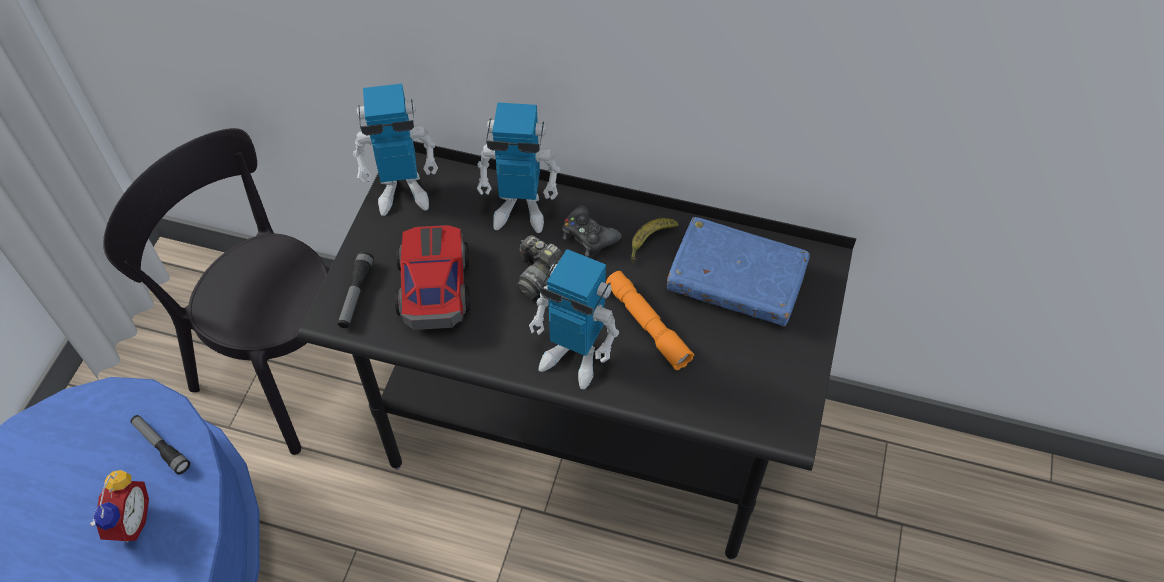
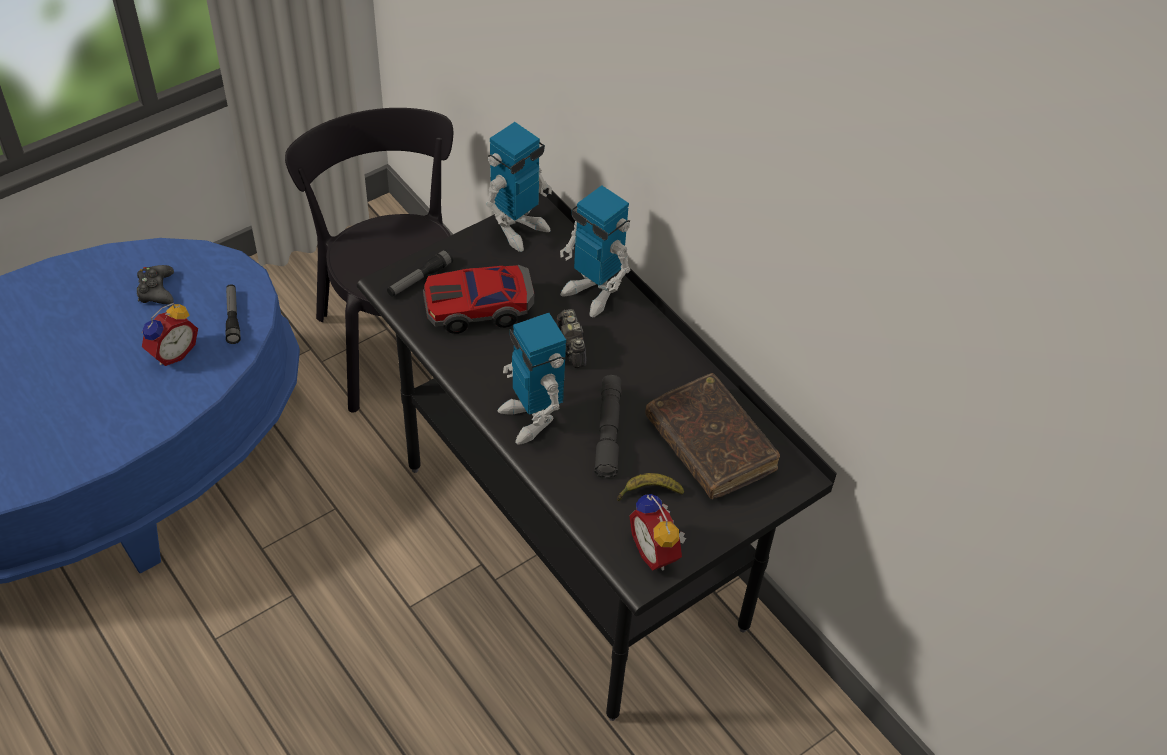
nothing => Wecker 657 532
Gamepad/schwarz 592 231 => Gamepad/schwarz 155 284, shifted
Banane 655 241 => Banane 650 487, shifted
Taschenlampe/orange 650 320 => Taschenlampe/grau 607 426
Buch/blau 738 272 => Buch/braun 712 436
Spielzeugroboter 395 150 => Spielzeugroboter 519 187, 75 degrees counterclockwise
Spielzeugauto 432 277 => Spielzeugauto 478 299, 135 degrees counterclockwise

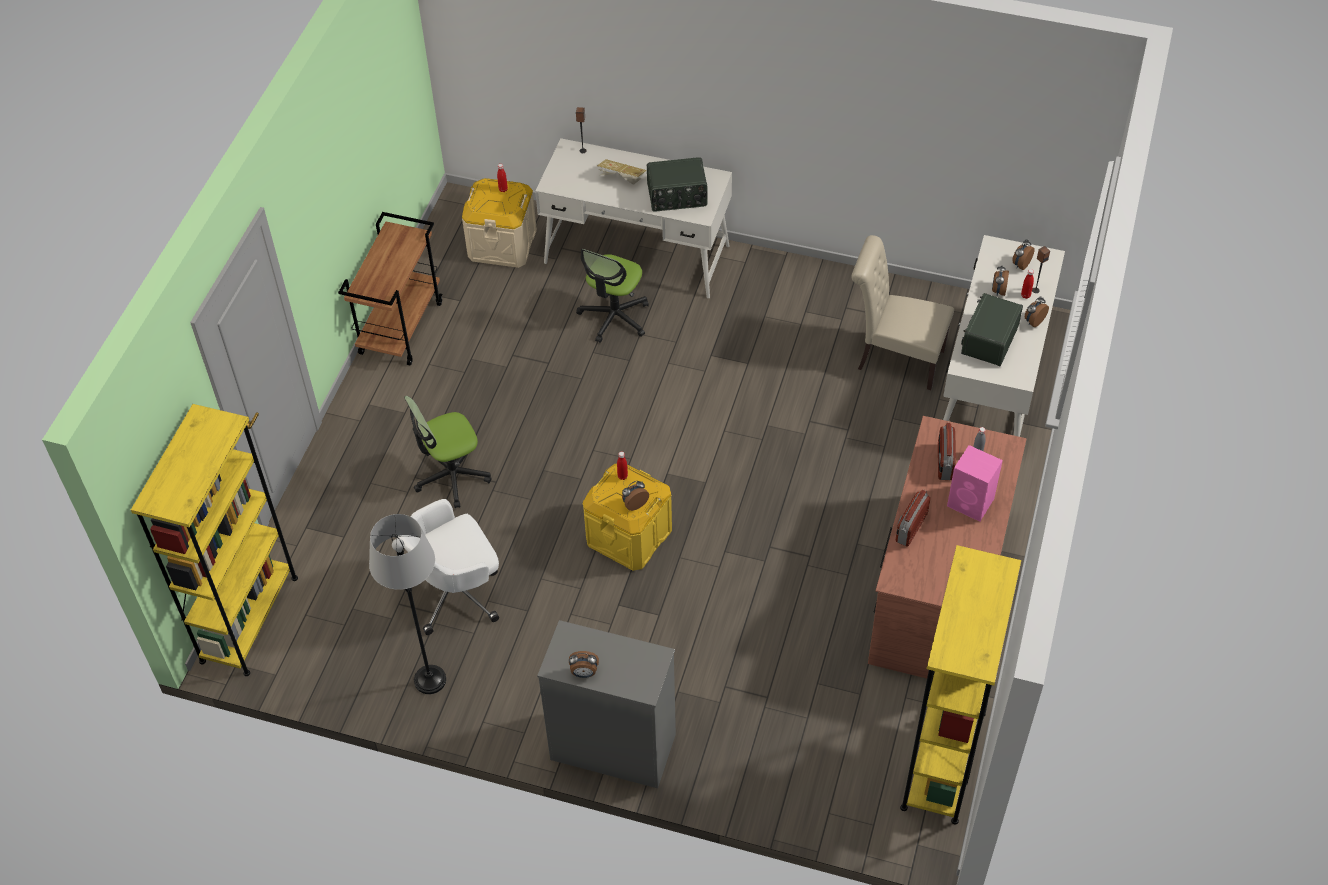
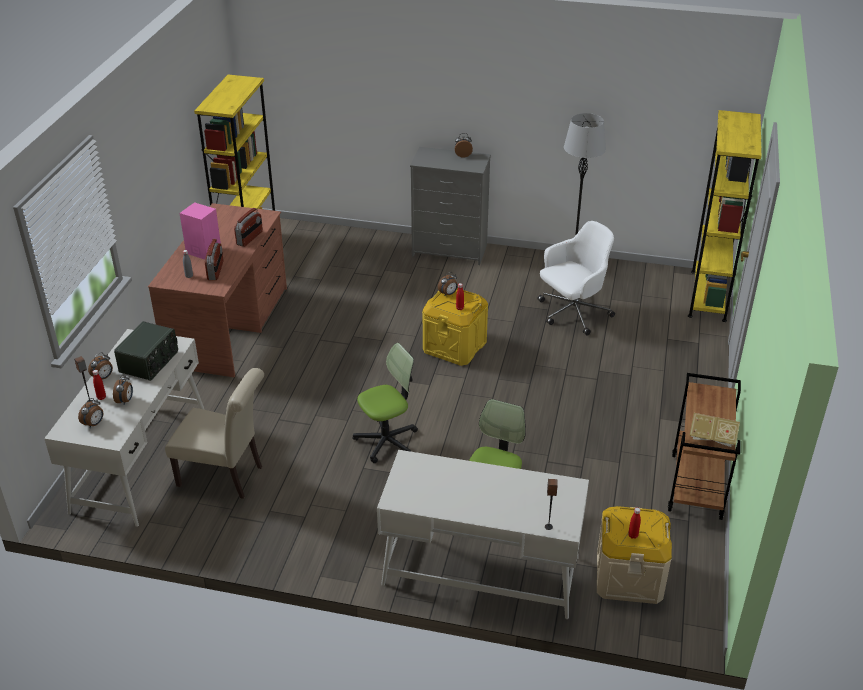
Radio 677 184 => nothing
Bürostuhl 447 452 => Bürostuhl 385 403, shifted
Buch 622 172 => Buch 714 430, shifted

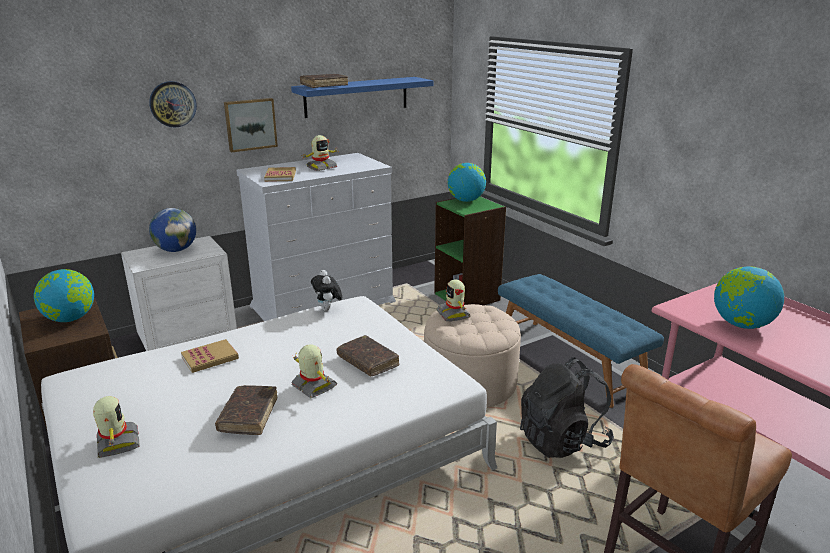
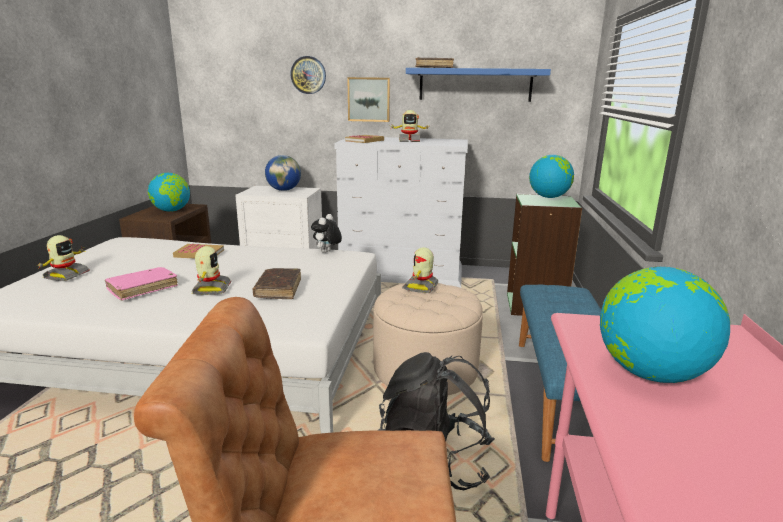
Buch/braun 246 410 => Buch/rosa 141 283

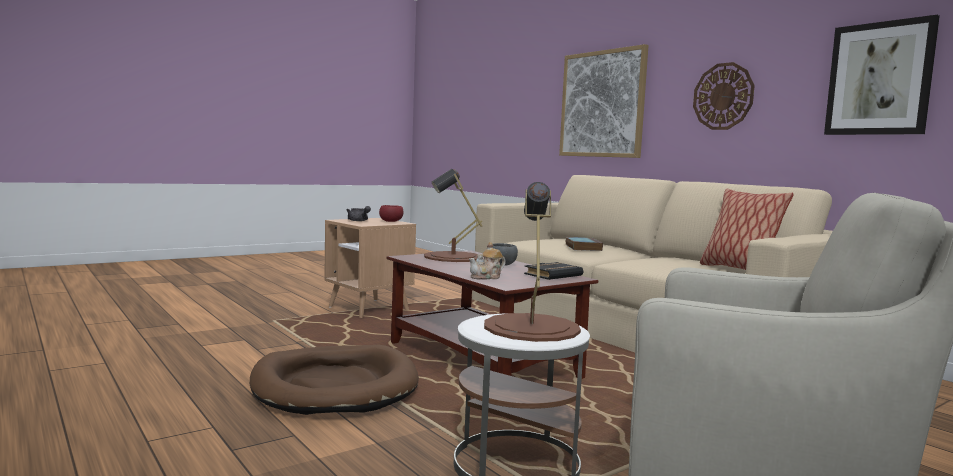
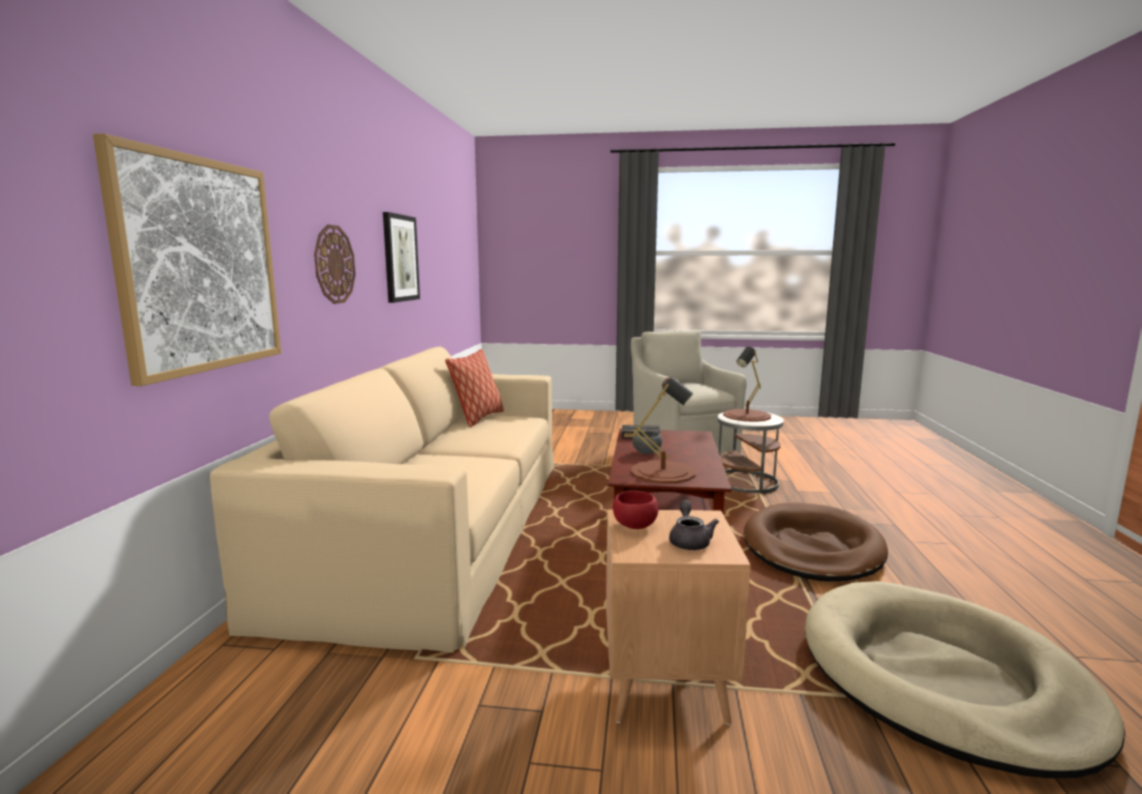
Teekanne 487 261 => nothing
Buch 584 244 => nothing
nothing => Hundebett/beige 965 679

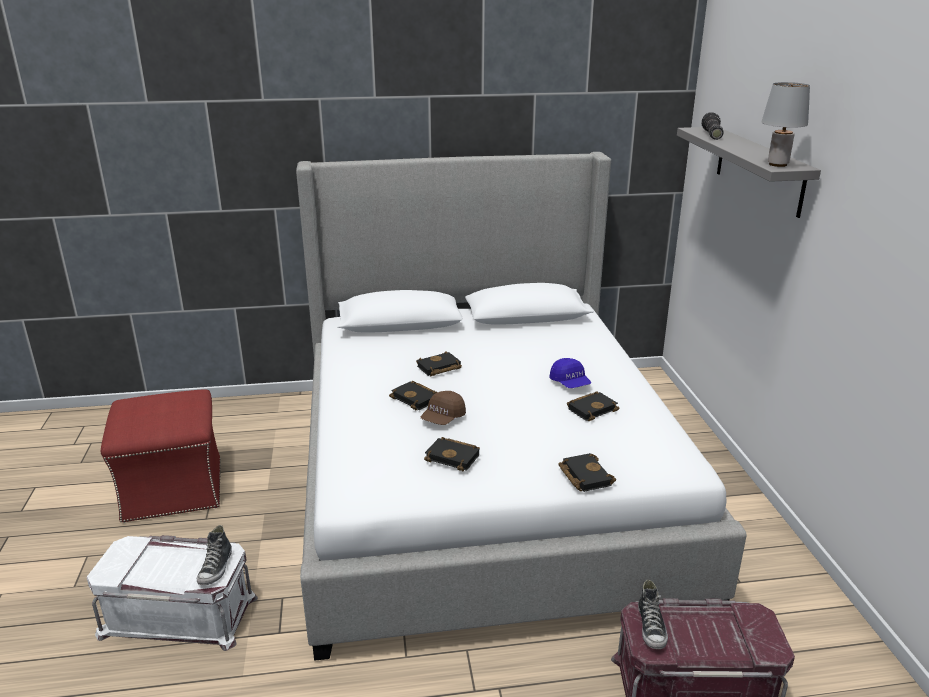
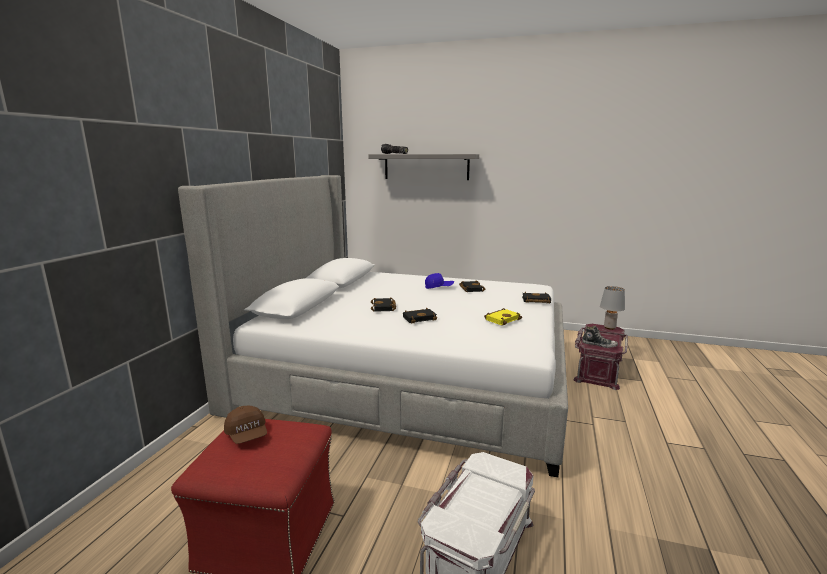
Schuh 214 555 => nothing
Kappe/braun 443 408 => Kappe/braun 245 424, shifted
Tischlampe/grau 785 124 => Tischlampe/grau 612 308, shifted
Buch/schwarz 452 454 => Buch/gelb 503 317

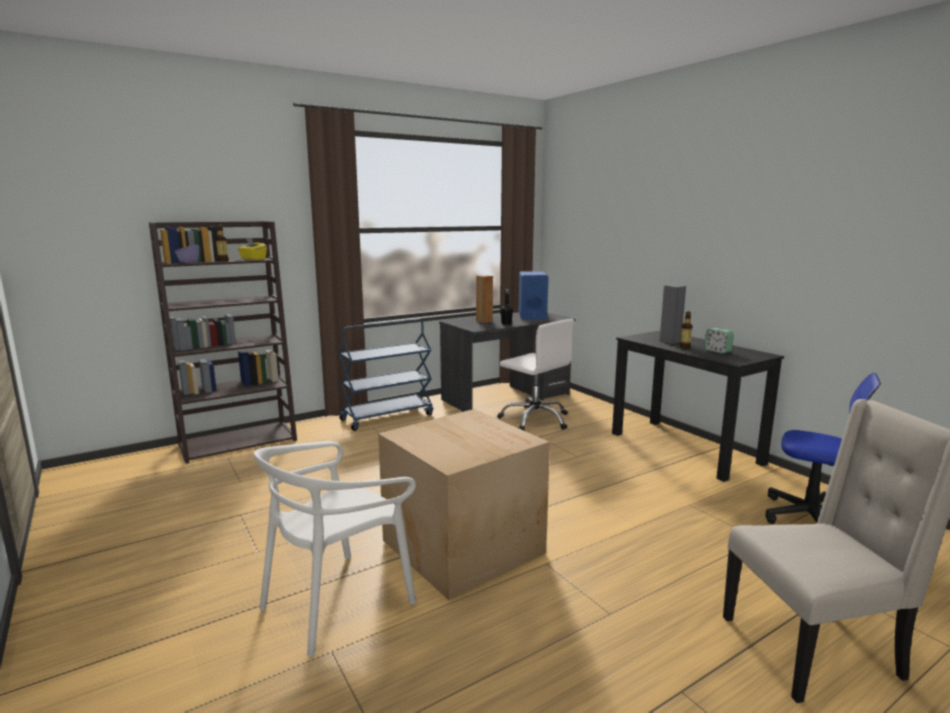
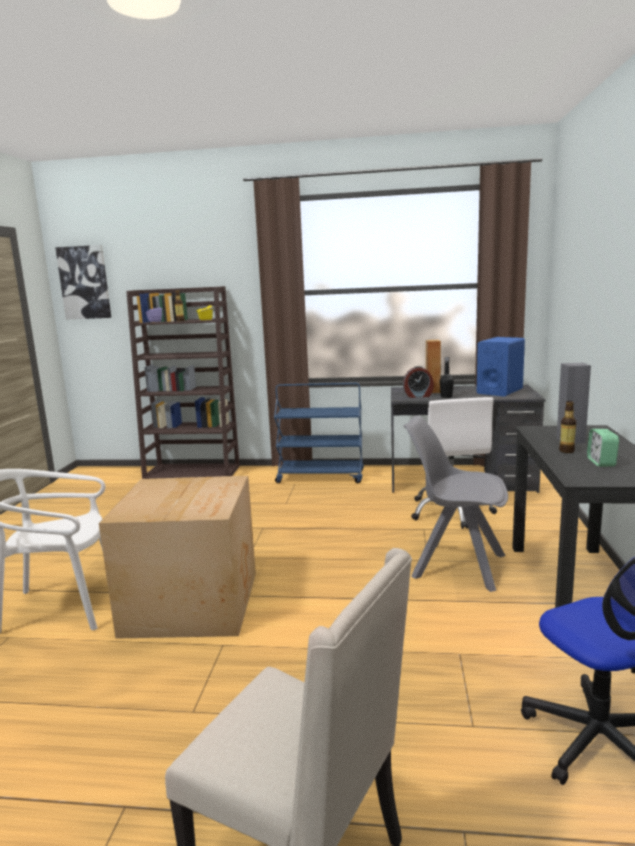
nothing => Bild 83 282
nothing => Wecker 418 382
nothing => Stuhl/grau 456 503

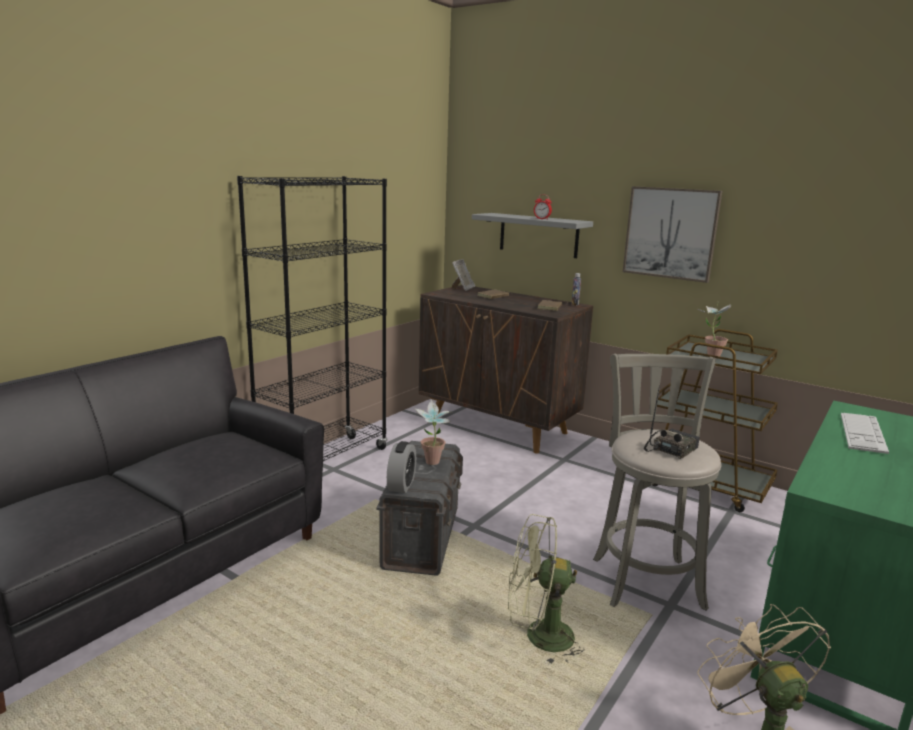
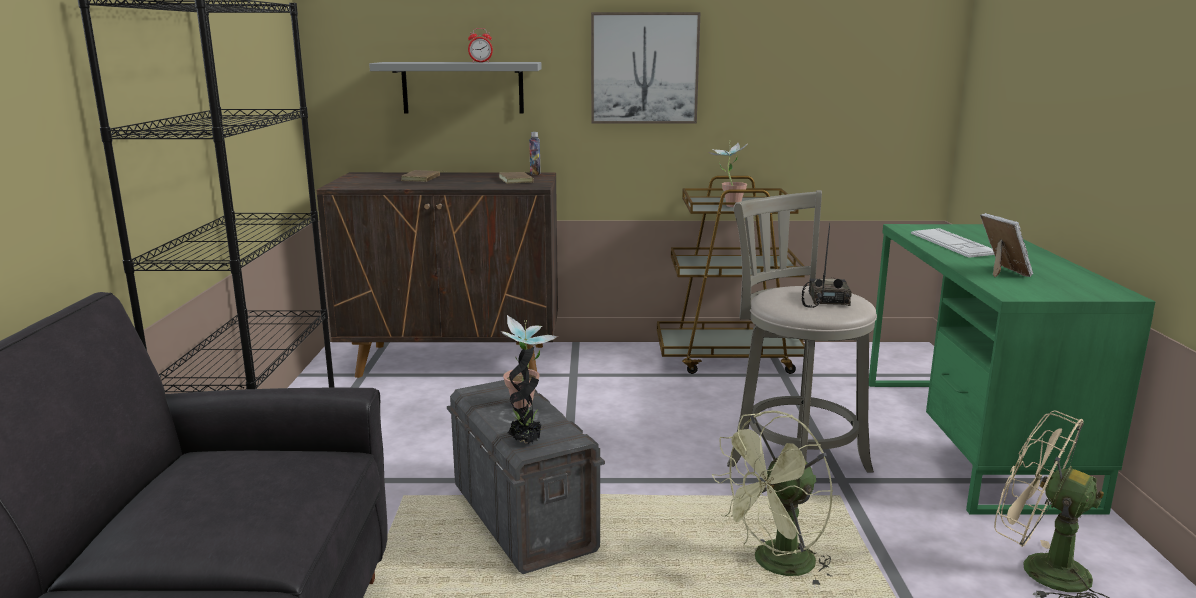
Bilderrahmen 463 275 => Bilderrahmen 1006 245, shifted
Wecker 401 467 => Topfpflanze 526 395

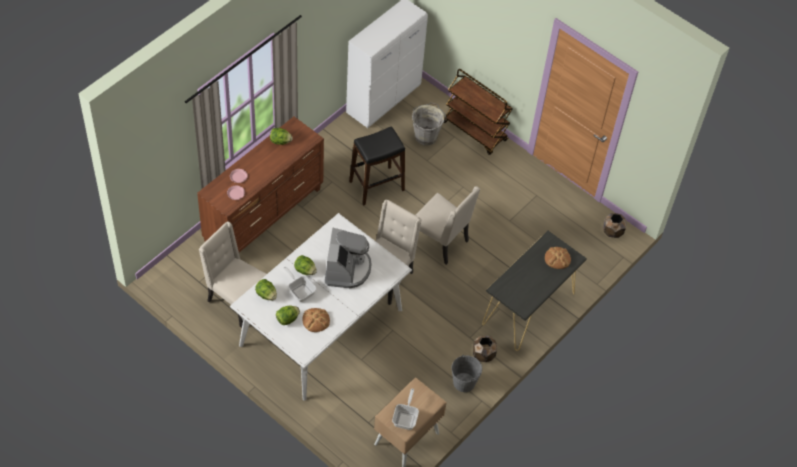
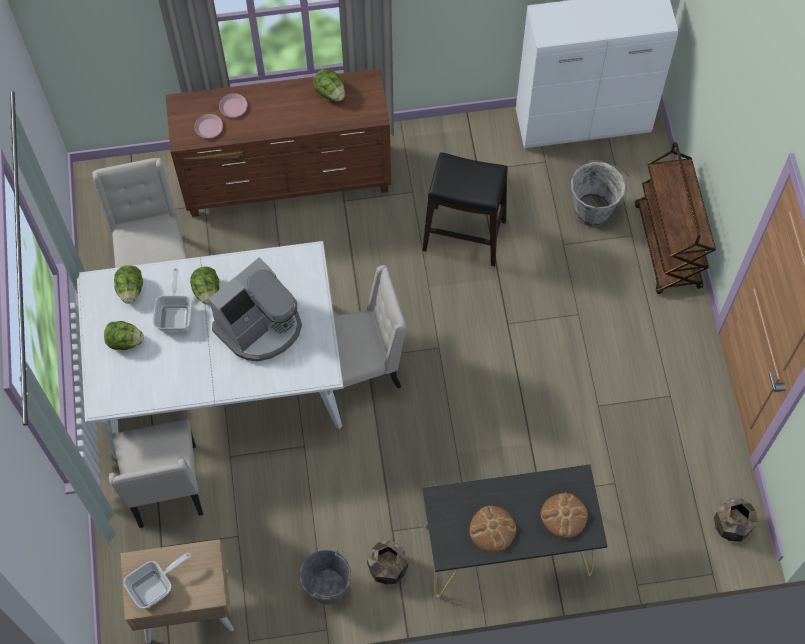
Brot 316 320 => Brot 492 528, shifted
Stuhl/beige 448 225 => Stuhl/beige 156 473, shifted

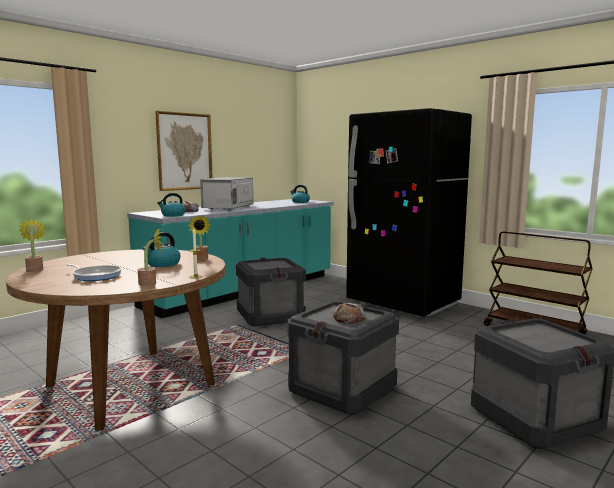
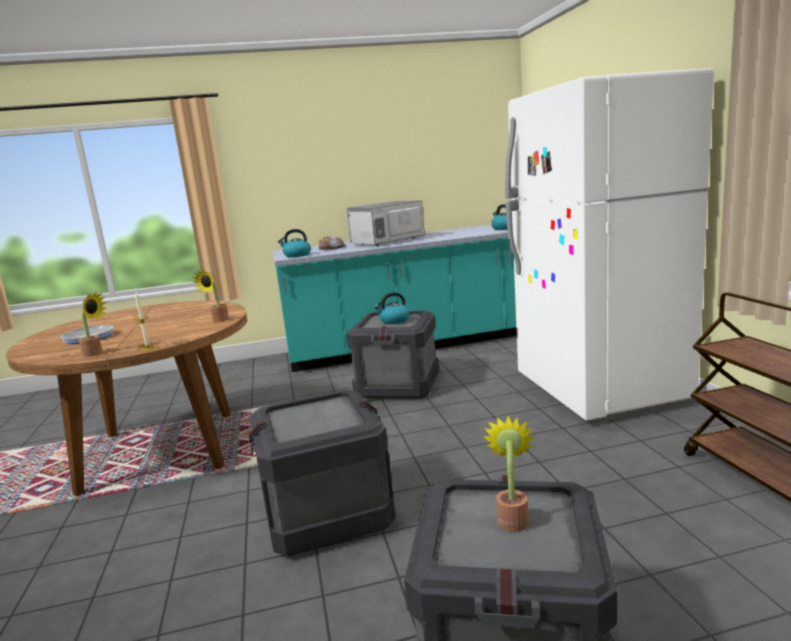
Bild 184 151 => nothing
Brot 349 313 => nothing
Topfpflanze 32 245 => Topfpflanze 509 474, shifted
Wasserkessel 161 249 => Wasserkessel 391 308, shifted
Kühlschrank/schwarz 409 212 => Kühlschrank/weiß 609 244

